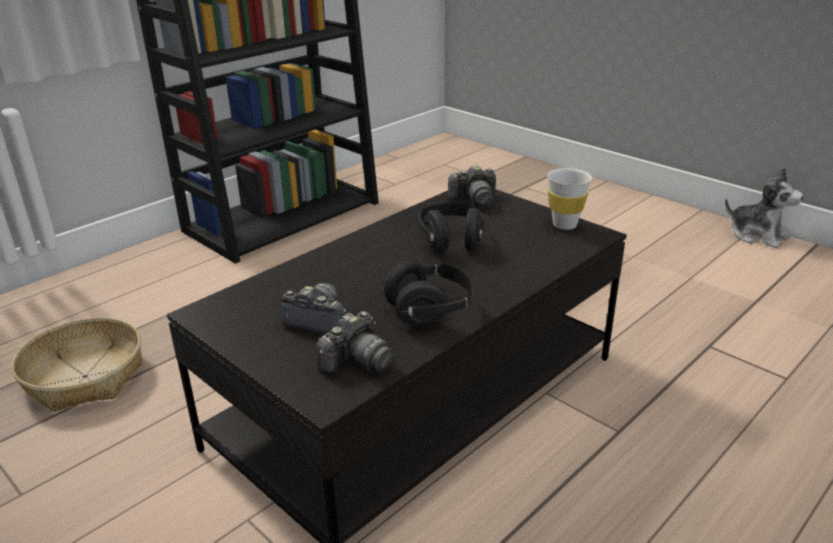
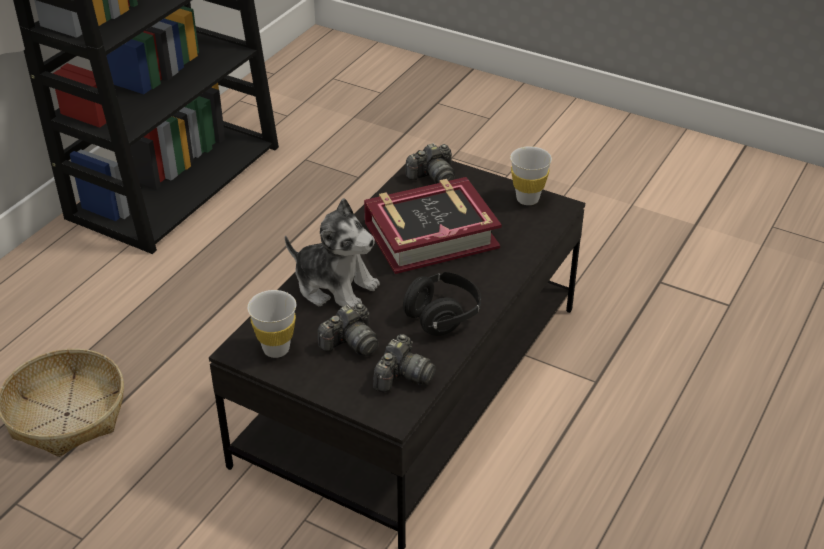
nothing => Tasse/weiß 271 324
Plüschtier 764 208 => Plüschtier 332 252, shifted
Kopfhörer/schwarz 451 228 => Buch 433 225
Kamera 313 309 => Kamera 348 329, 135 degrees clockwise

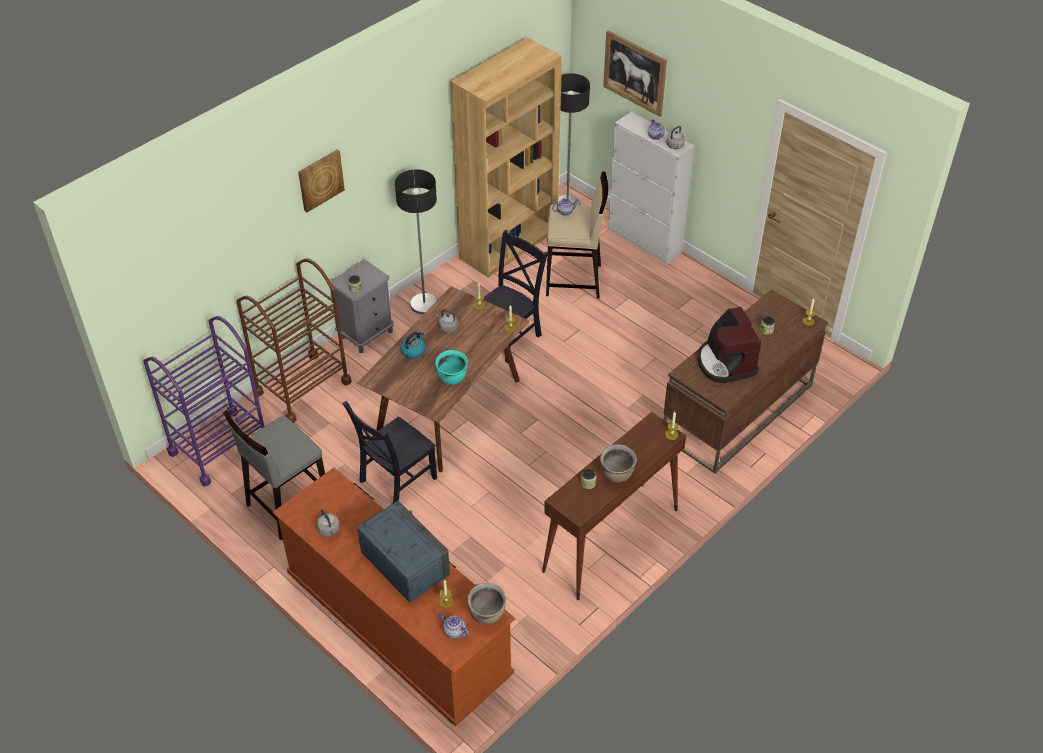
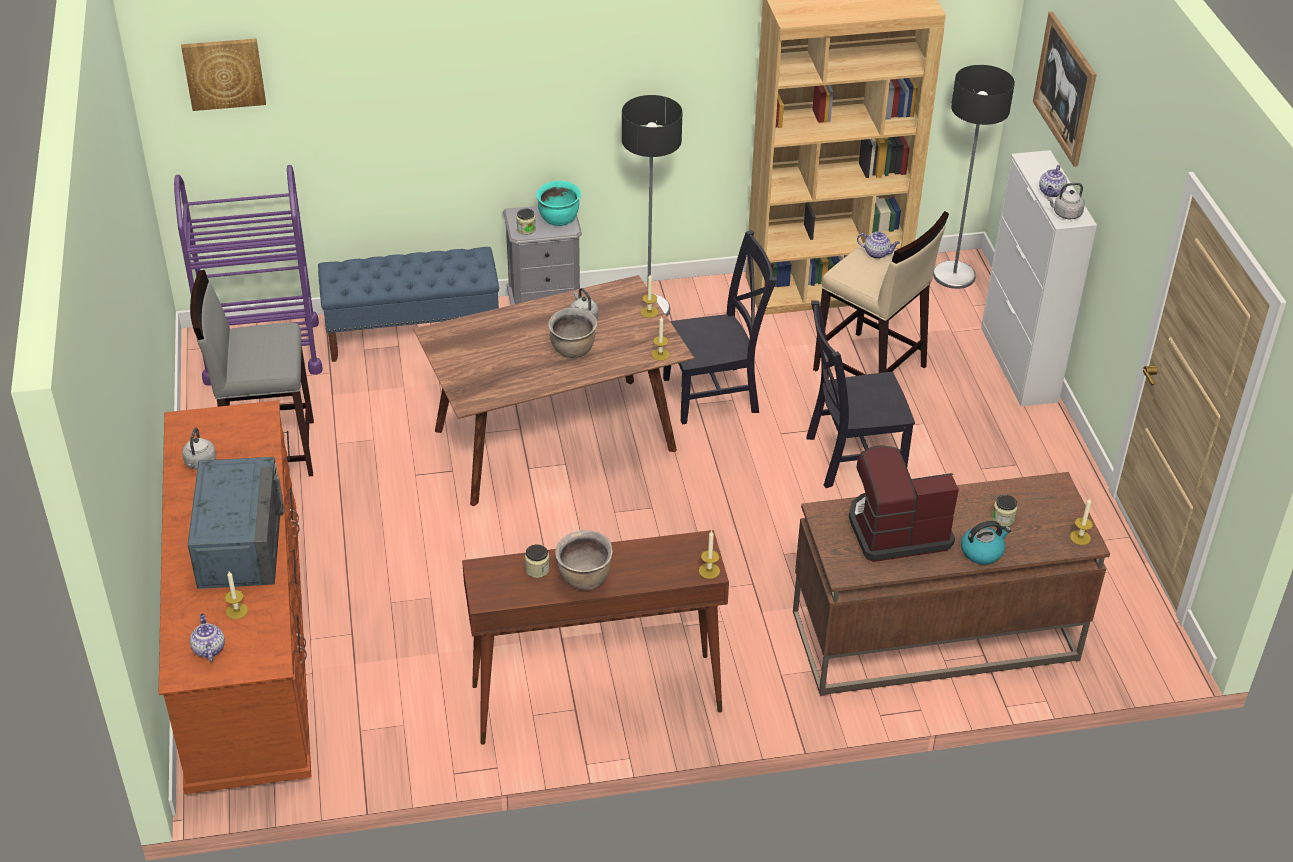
Bild 321 181 => Bild 223 75, shifted
Stuhl/schwarz 389 452 => Stuhl/schwarz 861 394, shifted
Wasserkessel 413 345 => Wasserkessel 986 543, shifted
Kochtopf/türkis 451 367 => Kochtopf/türkis 559 203, shifted
Kochtopf/braun 486 604 => Kochtopf/braun 572 333, shifted
Rollwagen/braun 294 340 => Bank/blau 408 304
Kaffeemaschine 729 345 => Kaffeemaschine 904 503, 60 degrees clockwise

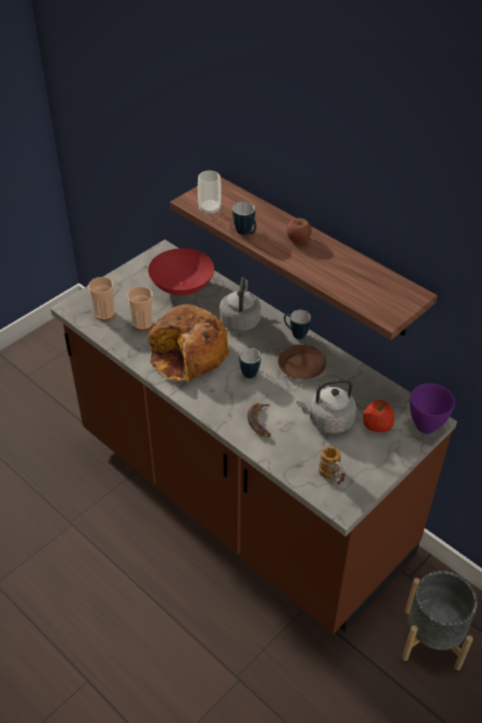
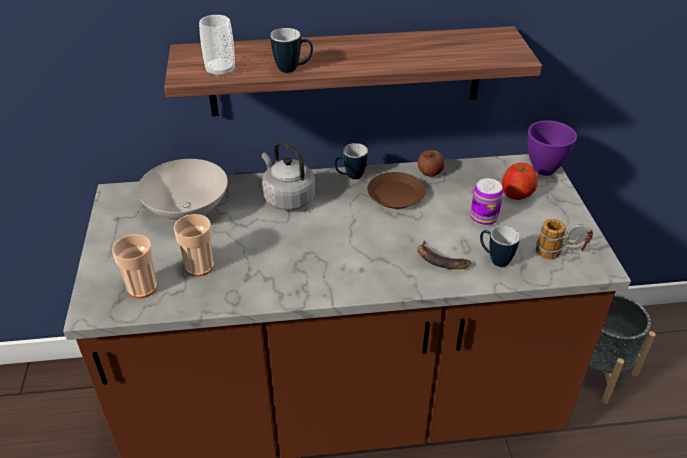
Brot 189 343 => nothing
Henkelbecher 250 362 => Henkelbecher 500 246, shifted
Apfel 298 230 => Apfel 431 163, shifted
Wasserkessel/grau 327 406 => Dose 487 201
Schüssel/rot 181 272 => Schüssel/weiß 182 189

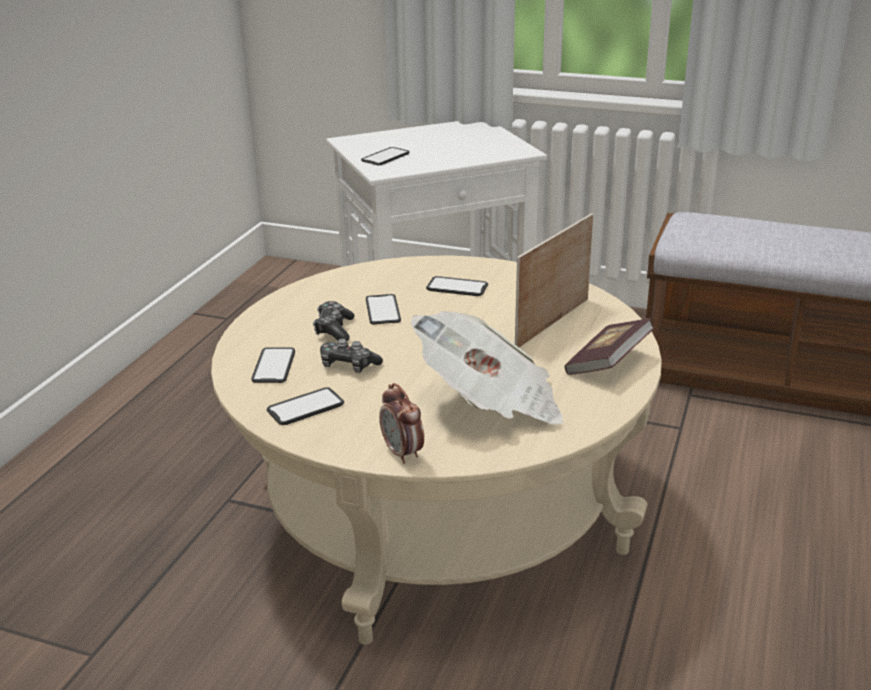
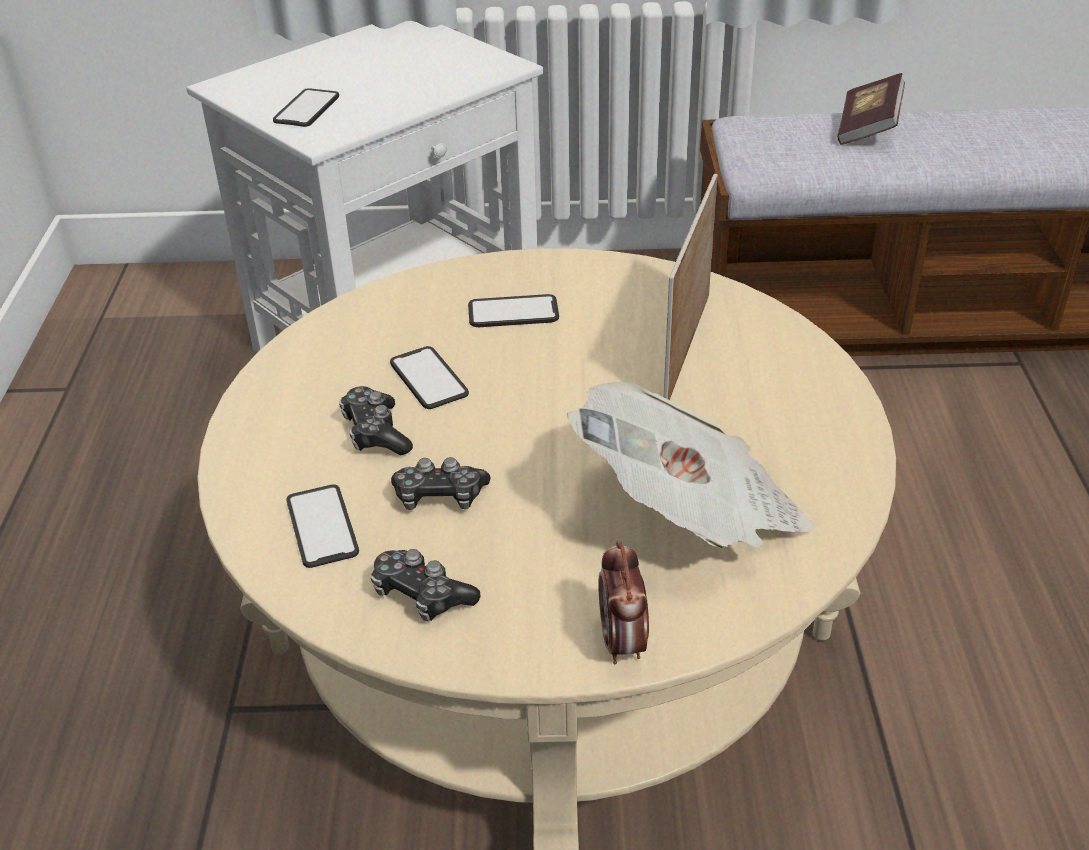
Buch 609 346 => Buch 871 109, shifted
Handy 305 406 => Gamepad 426 585
Wecker 401 423 => Wecker 623 602, 45 degrees clockwise

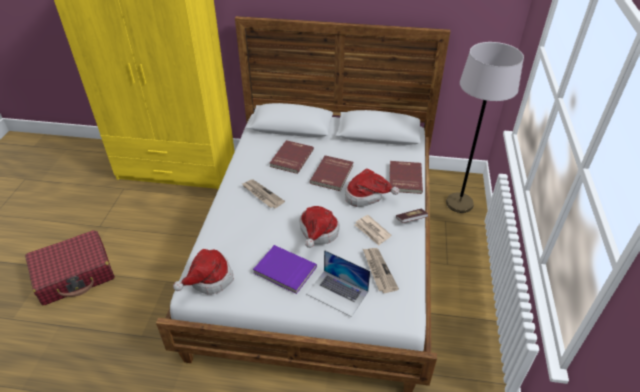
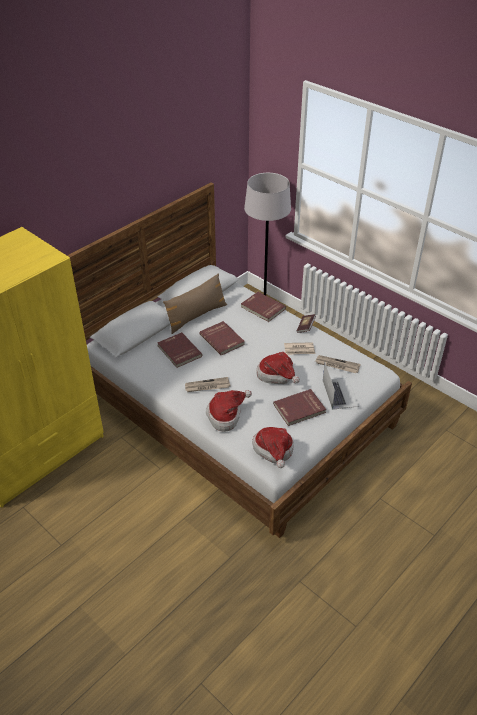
Koffer/rot 70 267 => nothing
nothing => Kissen/braun 195 303
Hut 372 188 => Hut 229 411, shifted
Buch/lila 285 269 => Buch/rot 299 407
Laptop 338 283 => Laptop 341 386, 75 degrees counterclockwise

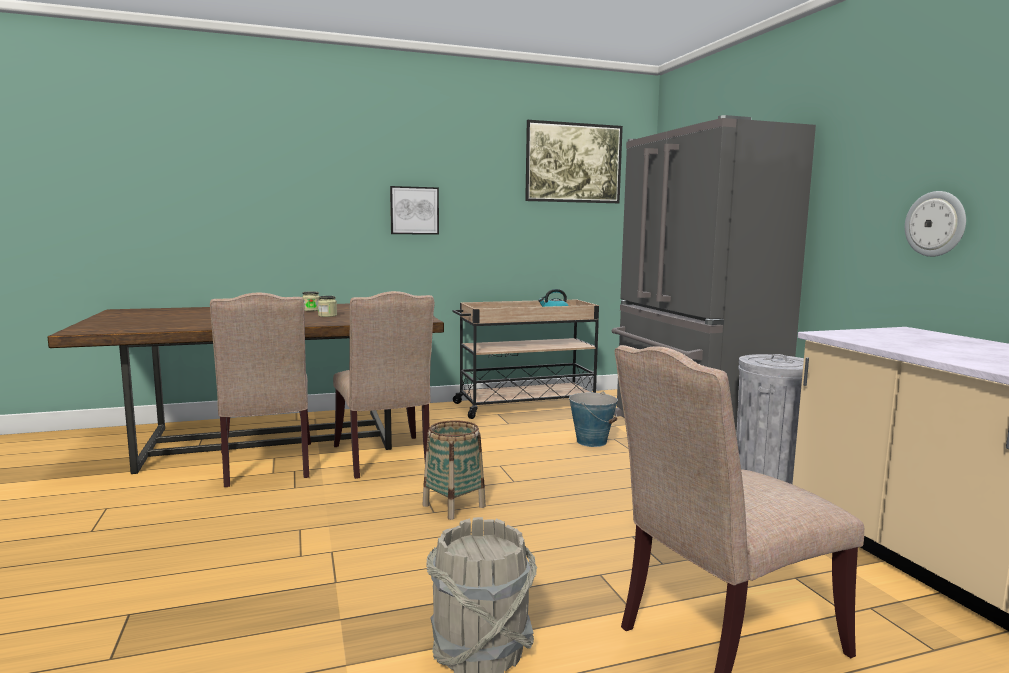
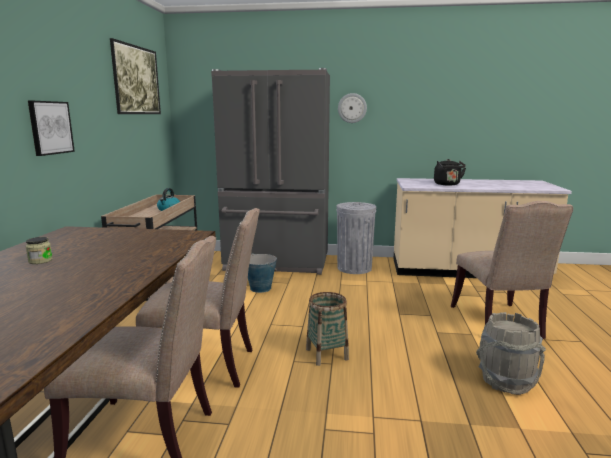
Vorratsglas 327 306 => nothing
nothing => Wasserkessel/schwarz 450 172
Wanduhr 935 224 => Wanduhr 352 108, shifted

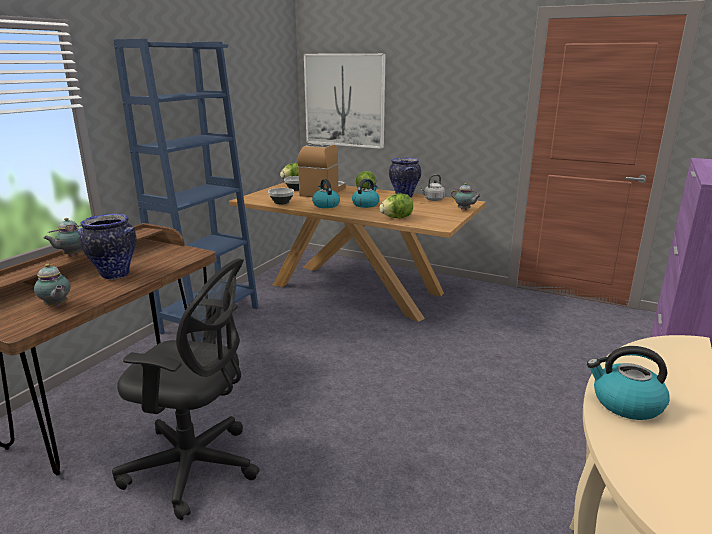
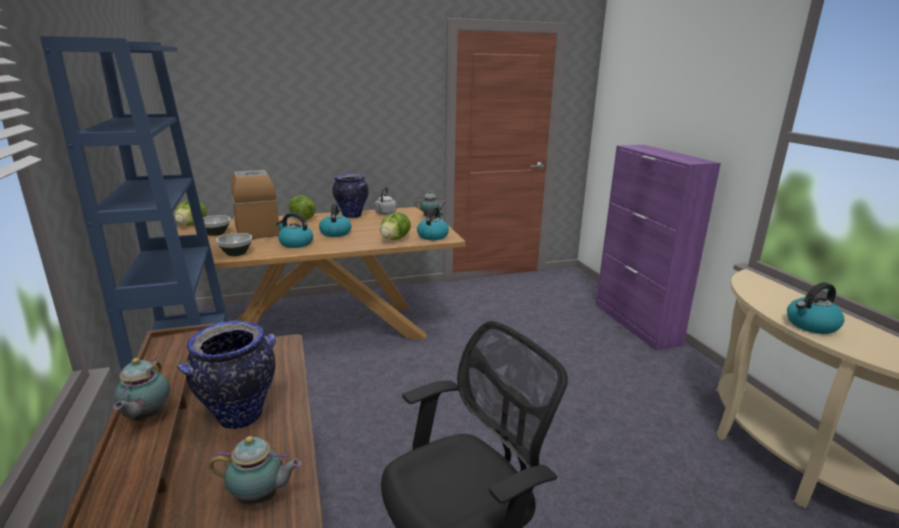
Bild 345 101 => nothing
nothing => Wasserkessel 433 223

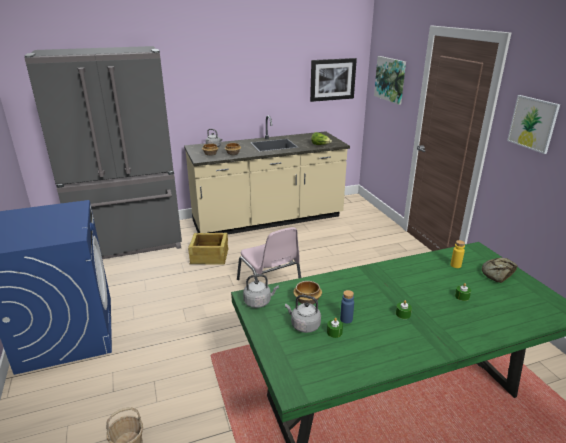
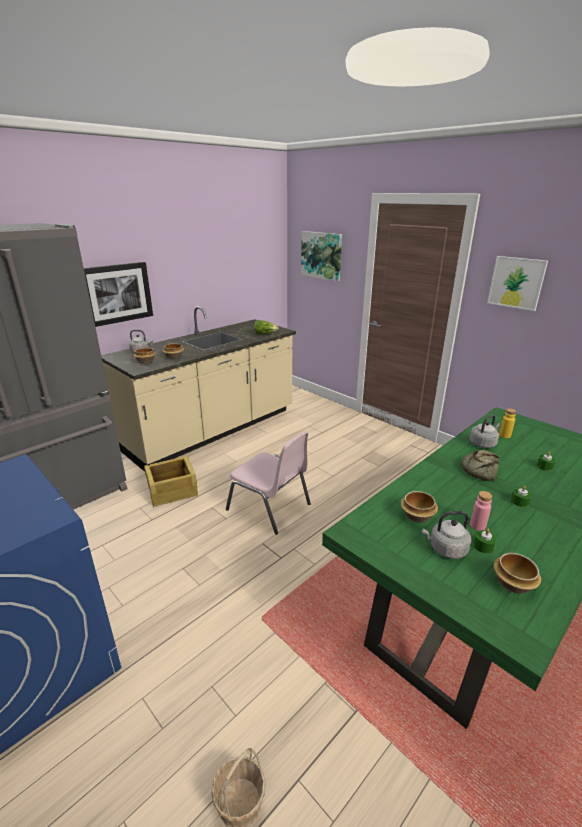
nothing => Schüssel 517 573
Wasserkessel/grau 261 291 => Wasserkessel/grau 484 431, shifted
Bild 333 80 => Bild 118 294, shifted
Brot 500 270 => Brot 480 465, shifted
Flasche/blau 347 306 => Flasche/rosa 481 511

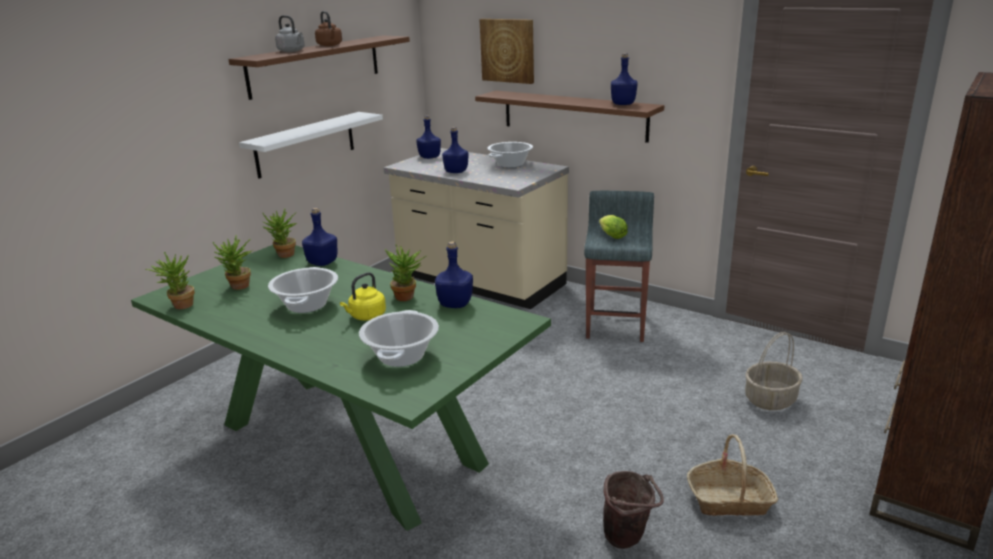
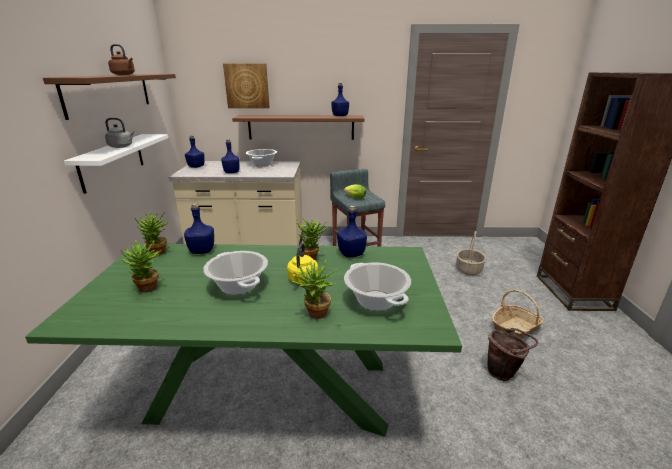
Topfpflanze 170 280 => Topfpflanze 314 289, shifted
Wasserkessel/grau 290 33 => Wasserkessel/grau 119 133, shifted

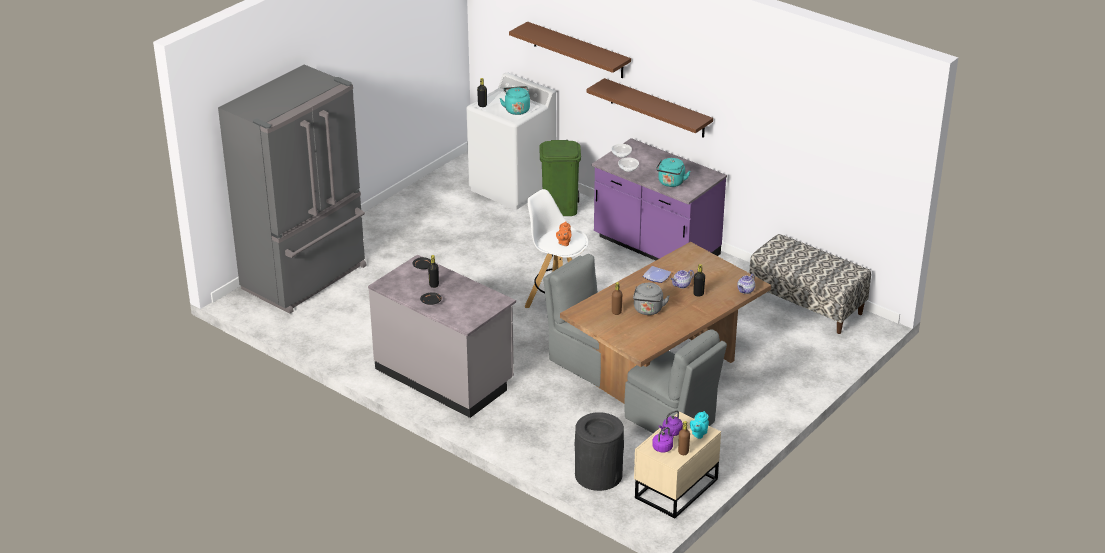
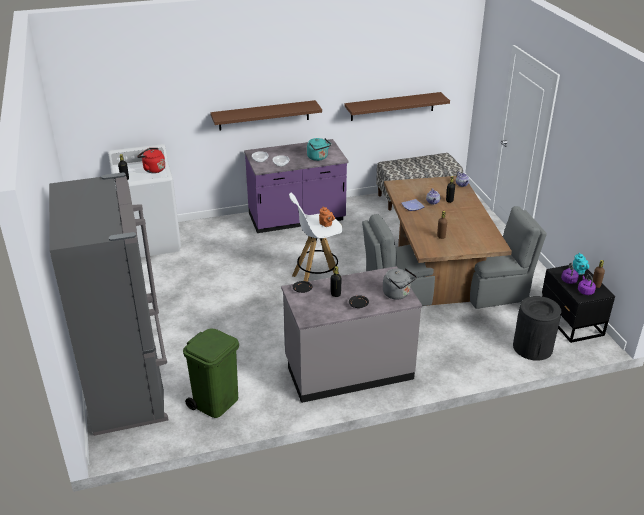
Wandregal/braun 570 50 => Wandregal/braun 397 106, shifted
Mülleimer/grün 560 178 => Mülleimer/grün 211 373, shifted
Wasserkessel/grau 651 299 => Wasserkessel/grau 400 284, shifted
Wasserkessel/türkis 515 100 => Wasserkessel/rot 151 160
Nachttisch/beige 677 465 => Nachttisch/schwarz 578 304

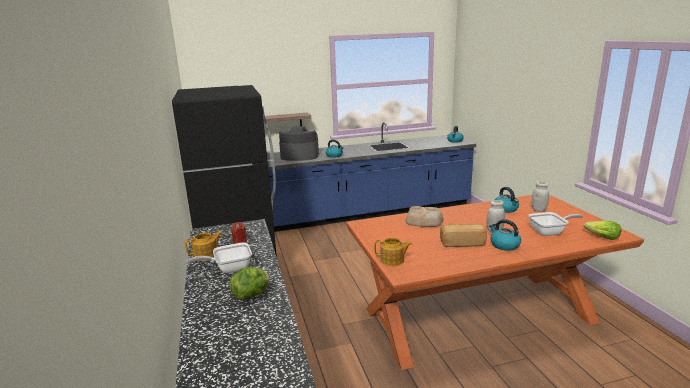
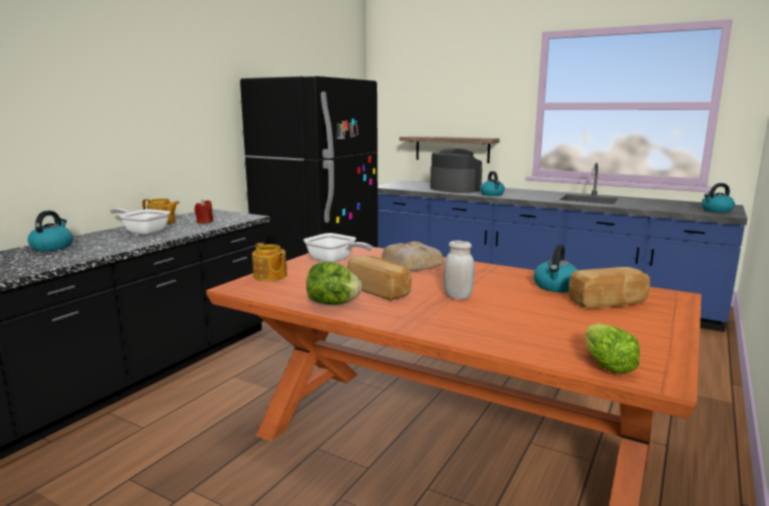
Salatkopf 250 283 => Salatkopf 334 283, shifted
Wasserkessel 505 235 => Wasserkessel 50 231, shifted
Pfanne 555 224 => Pfanne 338 247, shifted
Vorratsglas/weiß 540 197 => Brot 609 287

